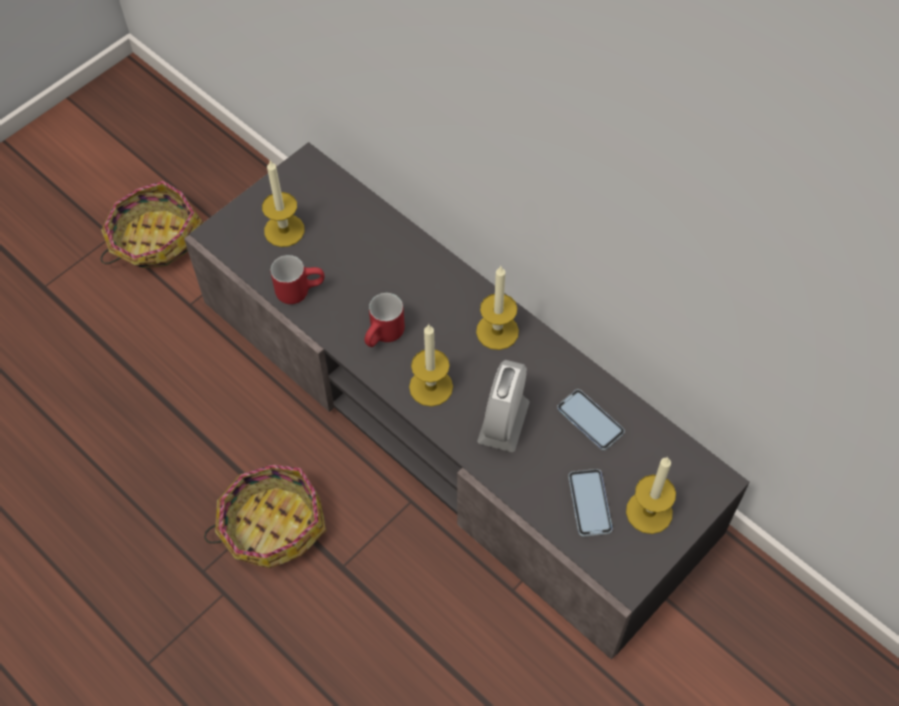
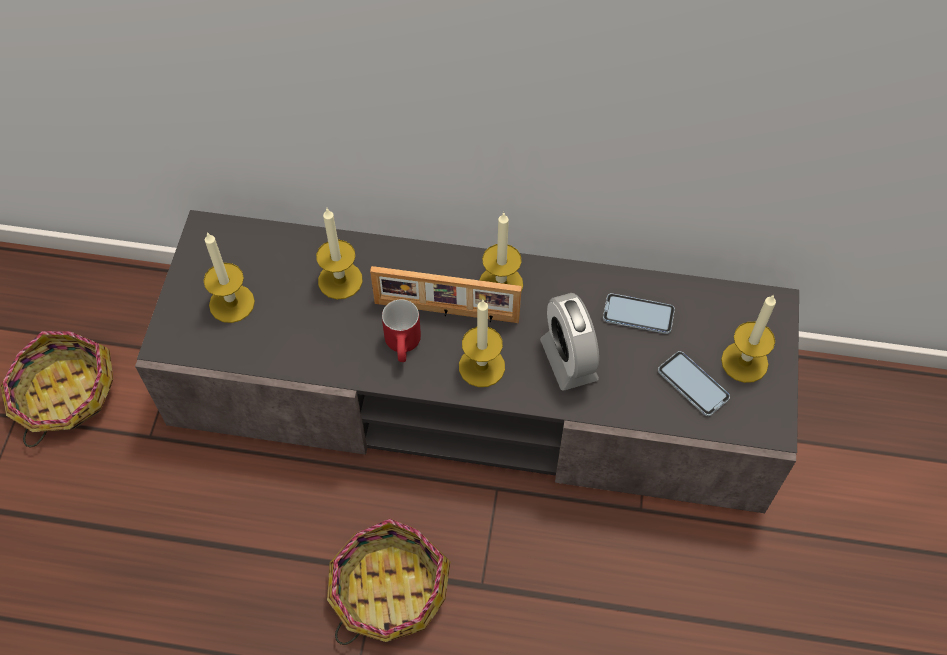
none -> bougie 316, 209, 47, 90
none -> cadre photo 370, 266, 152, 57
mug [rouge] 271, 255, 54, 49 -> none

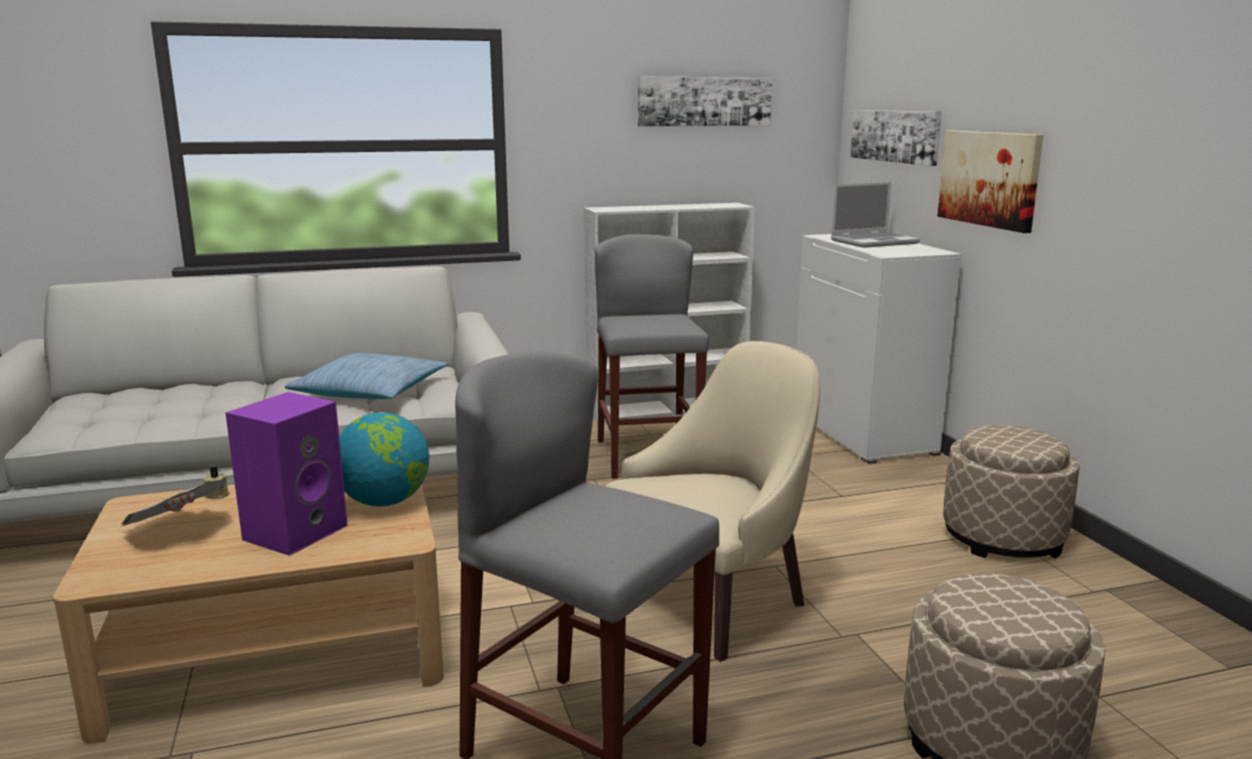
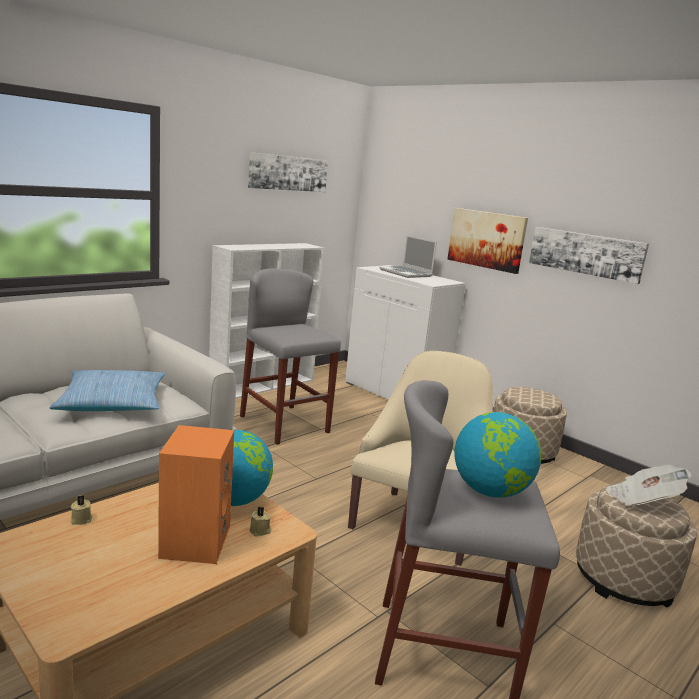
enceinte [violet] 225, 392, 123, 164 -> enceinte [orange] 158, 425, 76, 139
none -> bougie [beige] 249, 506, 22, 31
ordinateur portable 831, 182, 89, 66 -> ordinateur portable 379, 235, 58, 43, 105 degrees clockwise
none -> globe 454, 412, 87, 86
tableau 850, 110, 92, 56 -> tableau 529, 227, 120, 57, relocated
journal 121, 479, 106, 47 -> journal 606, 465, 86, 41, relocated

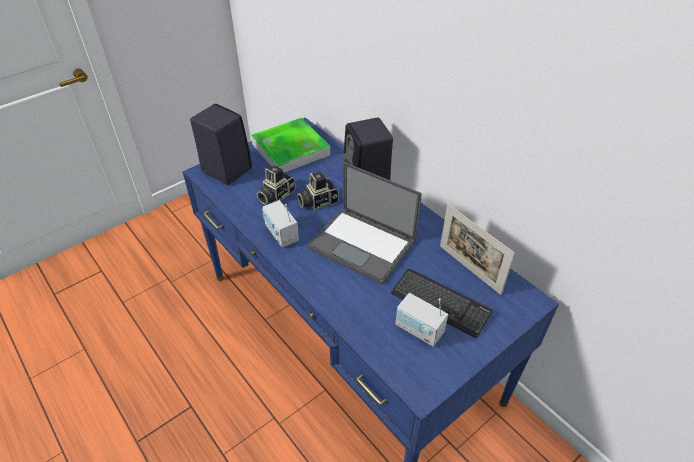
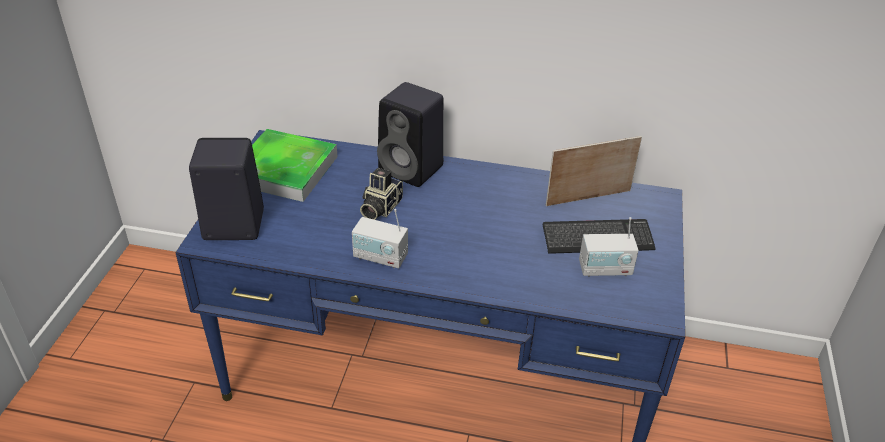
cadre photo 440, 204, 75, 91 -> cadre photo 546, 136, 96, 70, 150 degrees clockwise
appareil photo 257, 165, 38, 39 -> none
ordinateur portable 307, 162, 115, 122 -> none

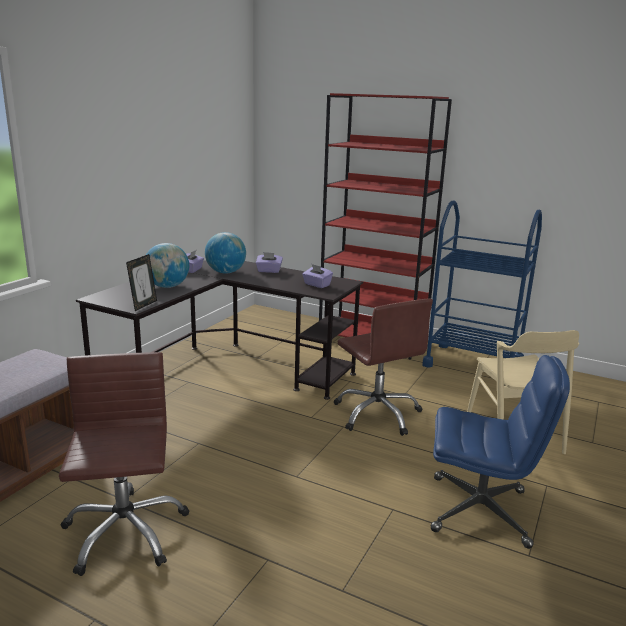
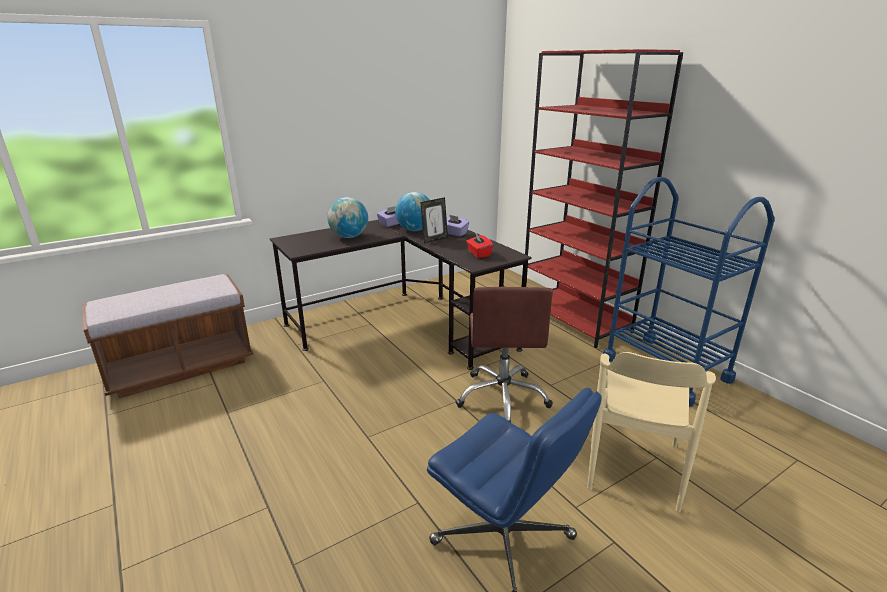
cadre photo 126, 254, 31, 57 -> cadre photo 420, 197, 28, 47, relocated
boîte à mouchoirs [violet] 302, 264, 31, 24 -> boîte à mouchoirs [rouge] 466, 233, 27, 25
chaise de bureau [marron] 59, 352, 130, 224 -> none

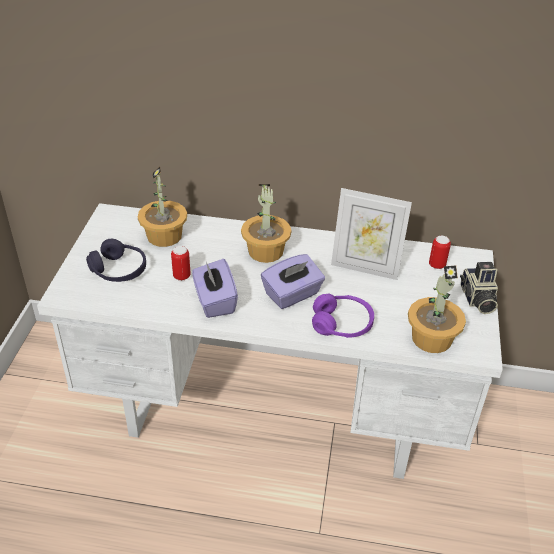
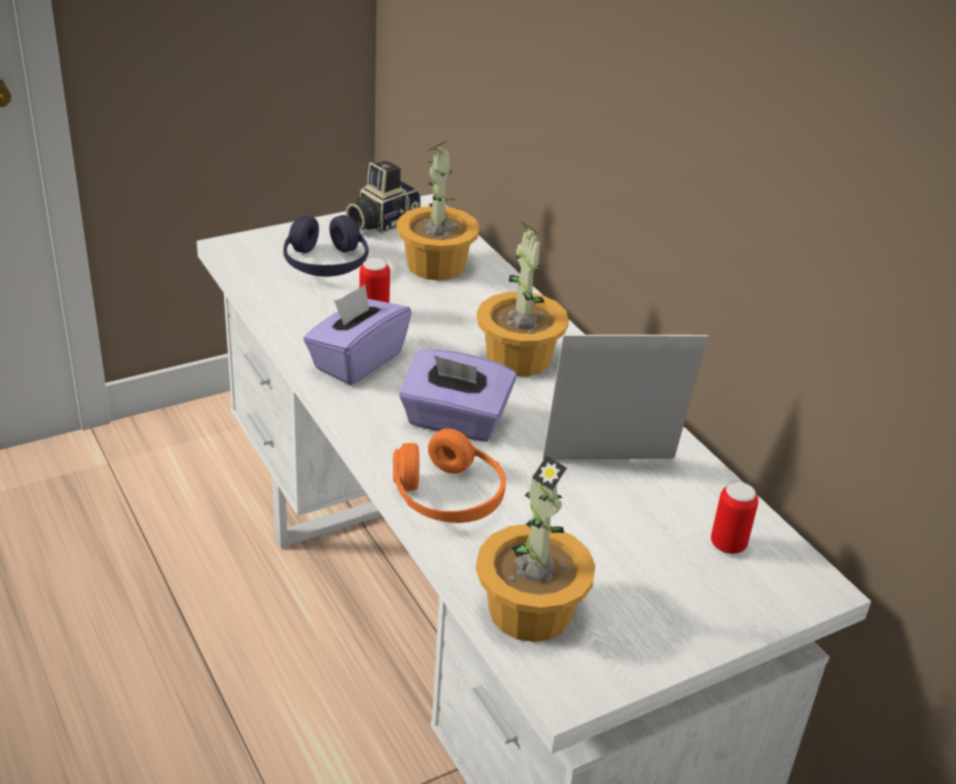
appareil photo 460, 262, 38, 52 -> appareil photo 346, 161, 75, 73, relocated
casque audio [violet] 312, 294, 62, 44 -> casque audio [orange] 393, 429, 113, 94
cadre photo 331, 188, 81, 92 -> cadre photo 543, 335, 165, 125, 105 degrees clockwise

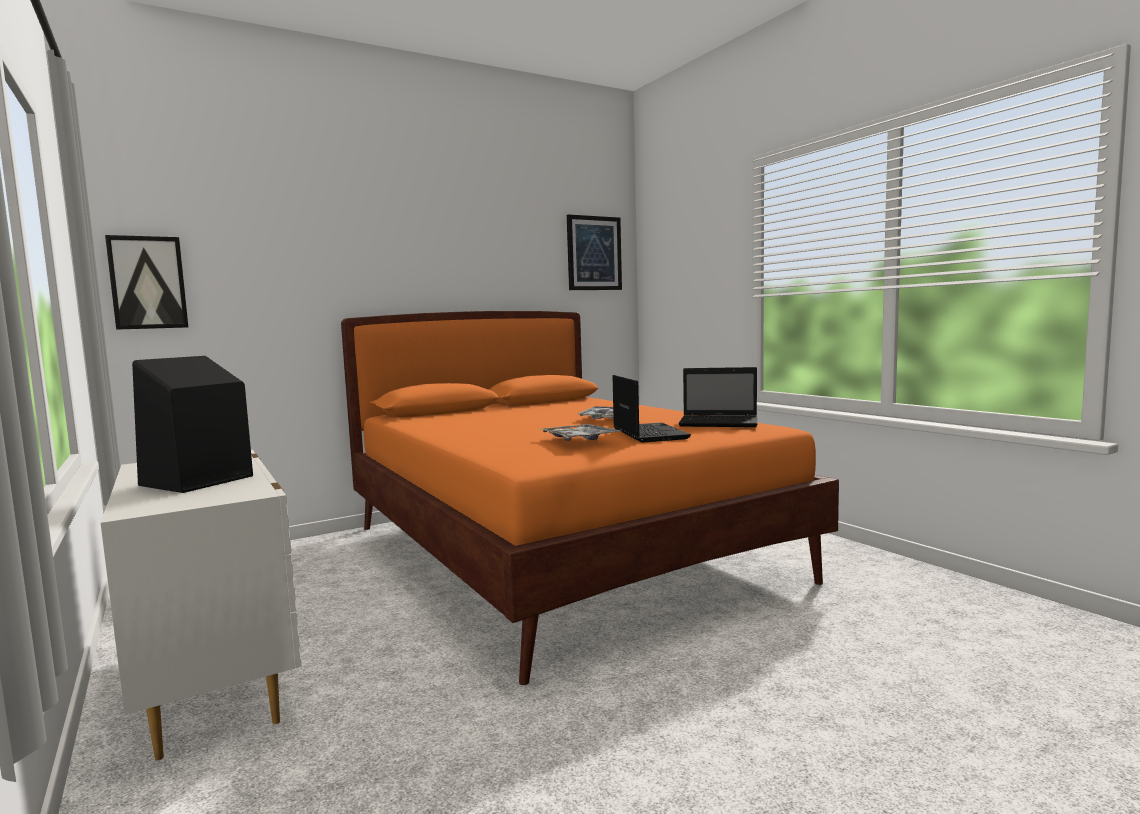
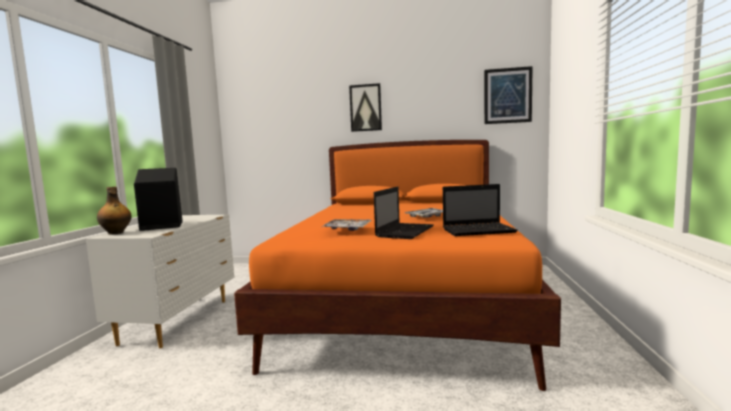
none -> bouteille 97, 186, 35, 49
tableau 105, 235, 83, 95 -> tableau 349, 83, 33, 49, relocated
ordinateur portable 679, 367, 78, 60 -> ordinateur portable 443, 184, 75, 52, 60 degrees counterclockwise

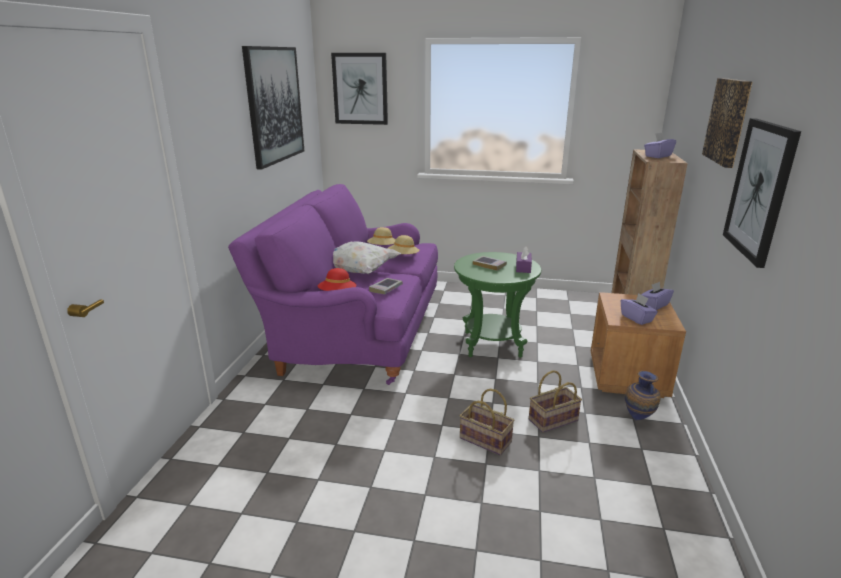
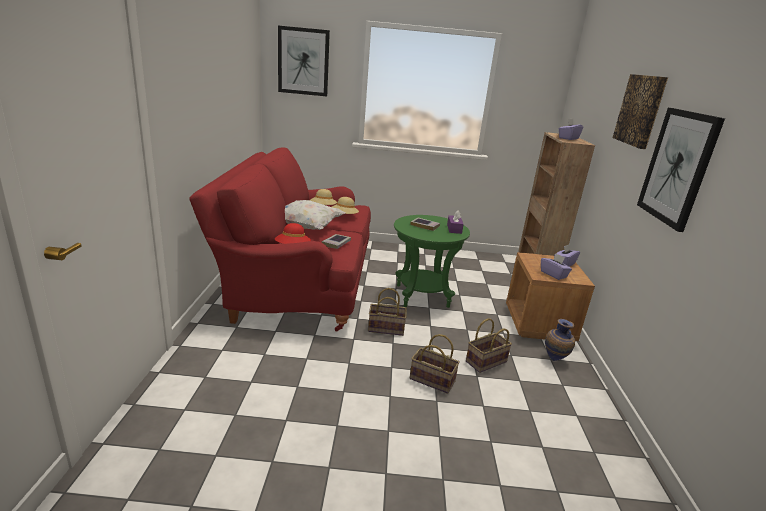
canapé [violet] 228, 184, 210, 201 -> canapé [rouge] 189, 147, 182, 185
none -> panier 368, 288, 39, 48
tableau 242, 46, 62, 124 -> none

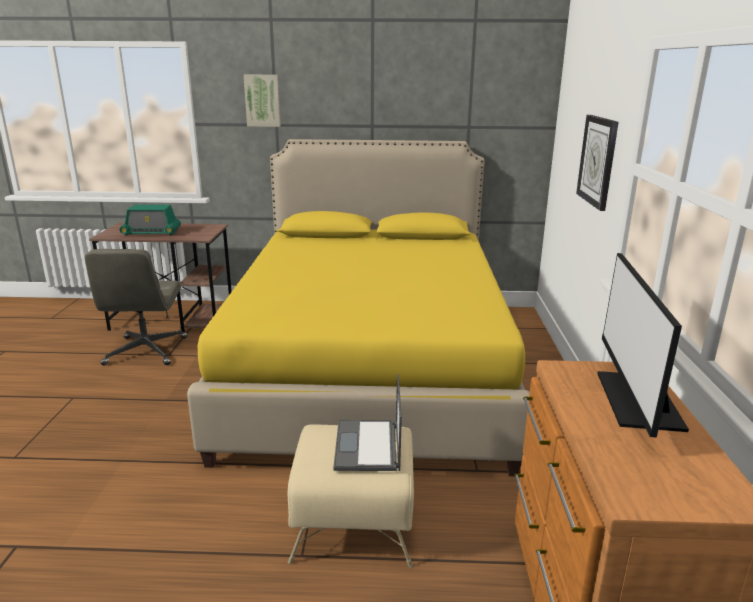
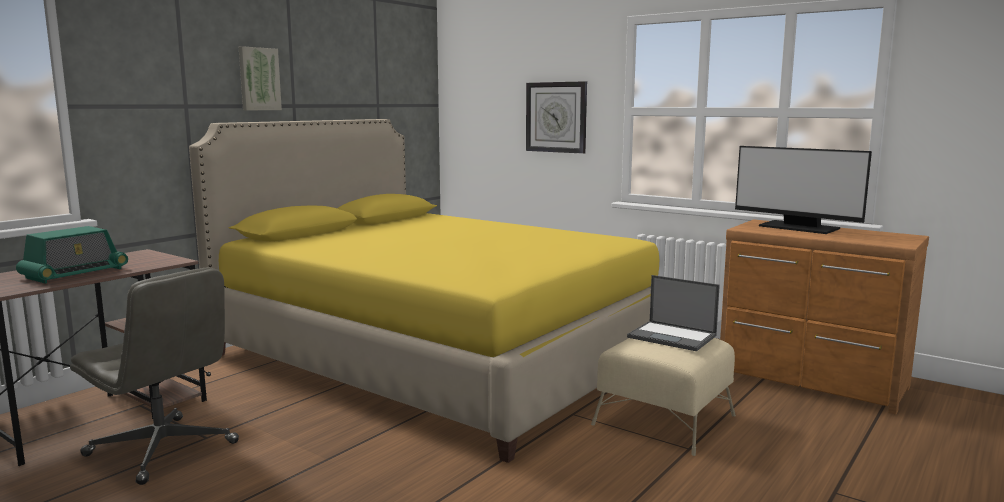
tableau 244, 75, 37, 52 -> tableau 239, 46, 43, 64, relocated

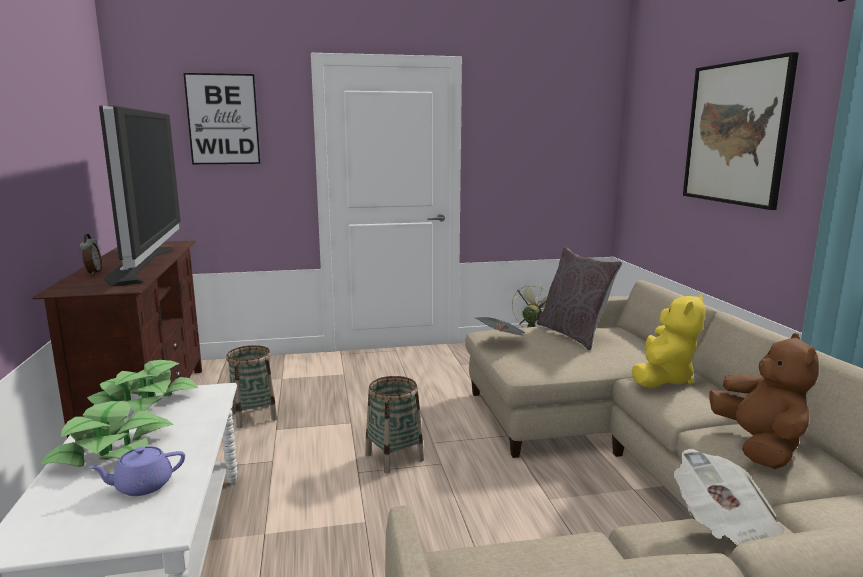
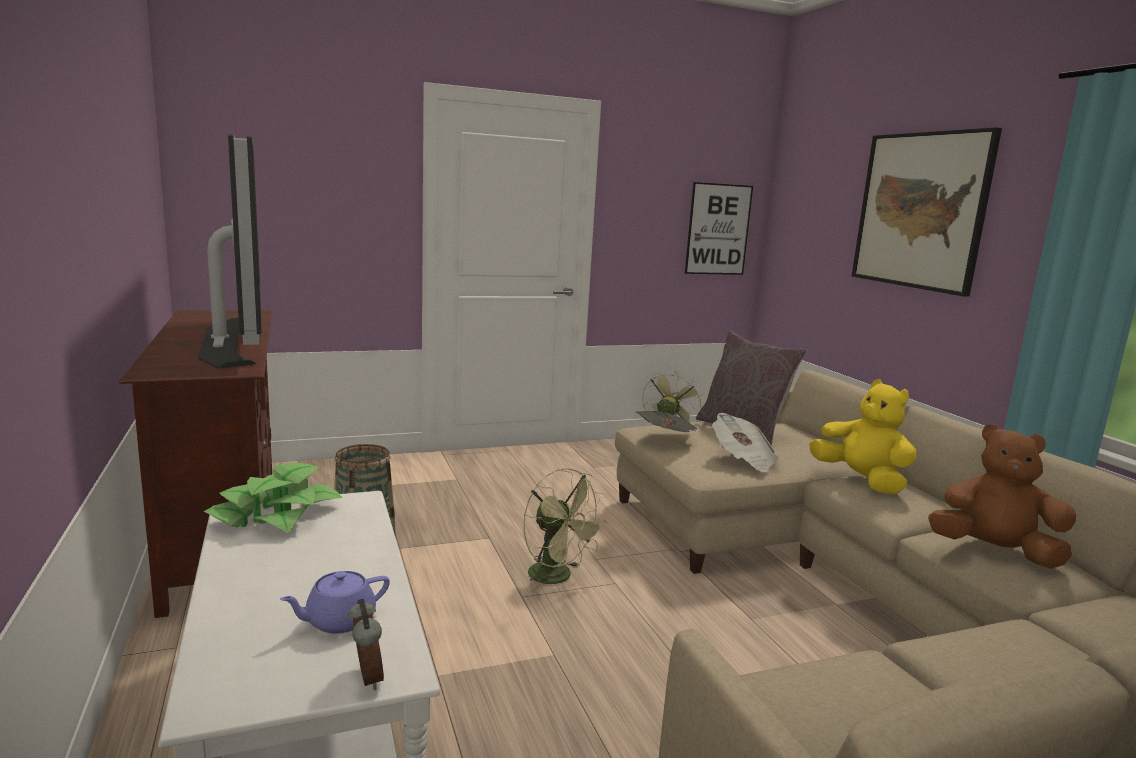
réveil 79, 234, 23, 41 -> réveil 348, 599, 36, 91, relocated
panier 365, 376, 59, 98 -> ventilateur [vert] 523, 468, 84, 125
tableau 184, 73, 76, 91 -> tableau 685, 182, 68, 93, relocated
journal 674, 449, 111, 96 -> journal 712, 413, 66, 59, relocated
peluche [jaune] 631, 294, 75, 94 -> peluche [jaune] 809, 379, 107, 115, 60 degrees counterclockwise
peluche [marron] 709, 333, 110, 136 -> peluche [marron] 928, 424, 148, 145, 60 degrees counterclockwise
plante en pot 40, 401, 134, 66 -> none

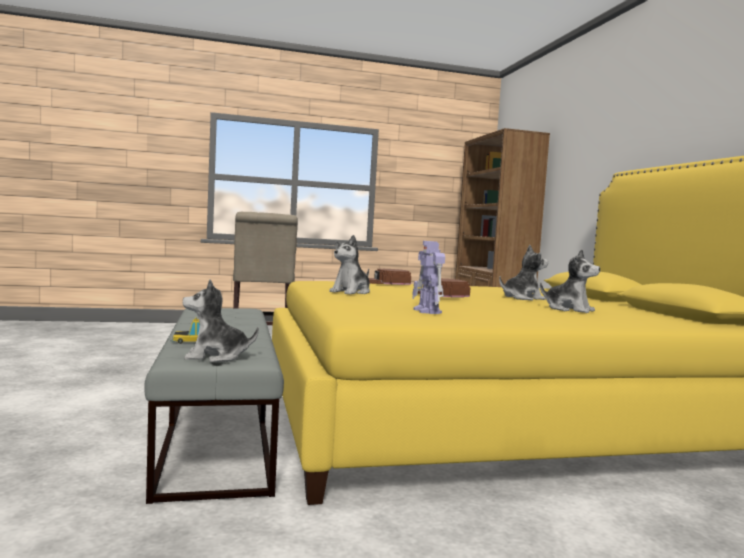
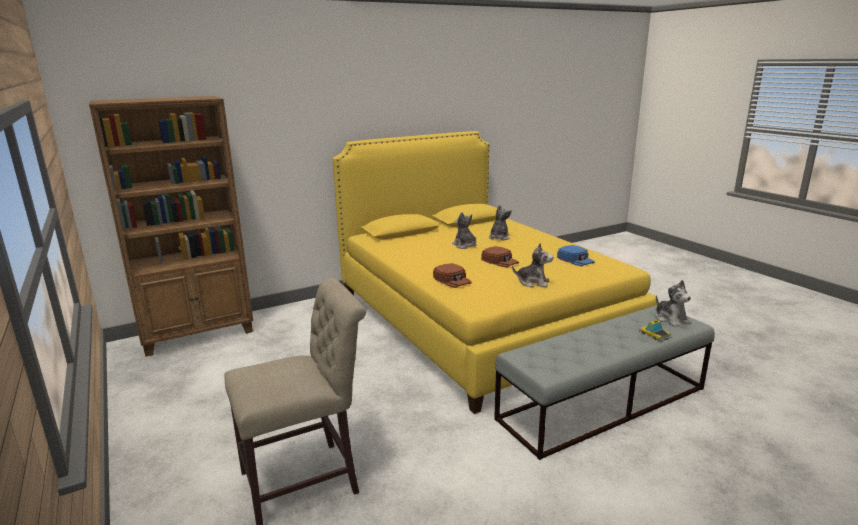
robot jouet 412, 241, 33, 73 -> casquette [bleu] 557, 245, 38, 21

